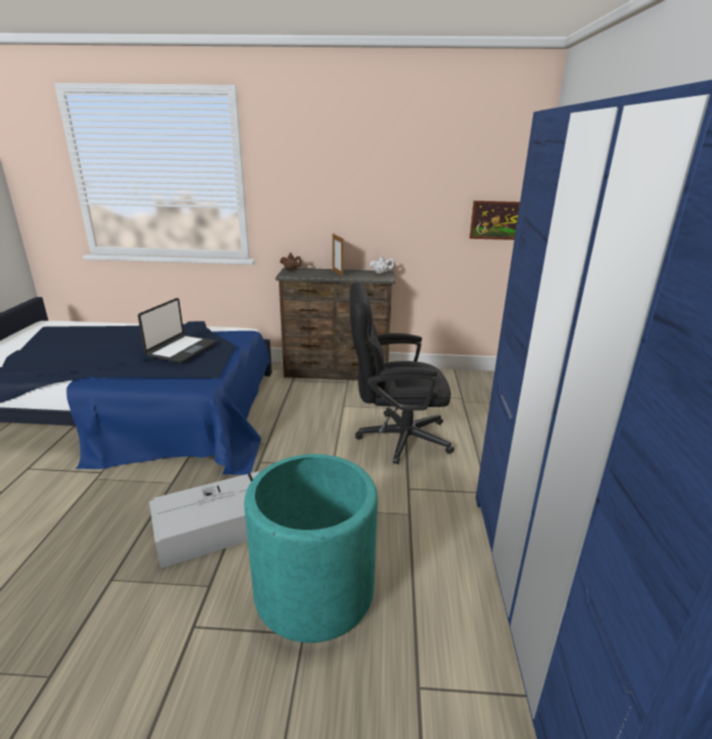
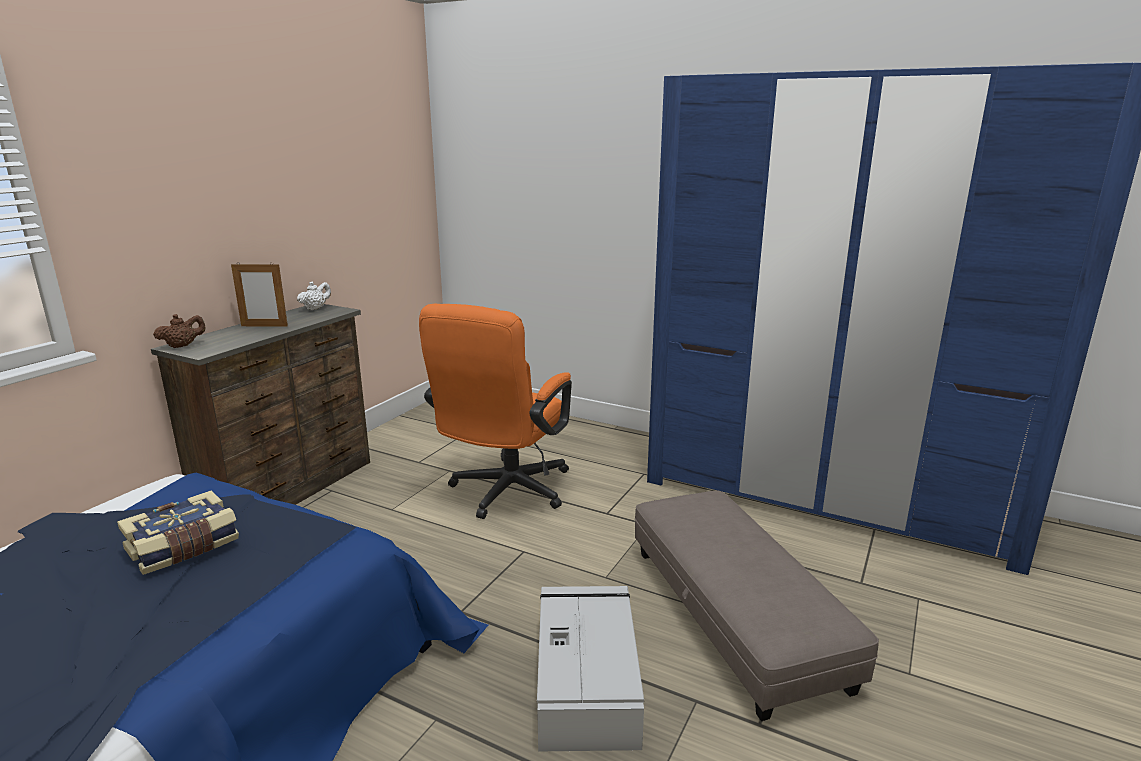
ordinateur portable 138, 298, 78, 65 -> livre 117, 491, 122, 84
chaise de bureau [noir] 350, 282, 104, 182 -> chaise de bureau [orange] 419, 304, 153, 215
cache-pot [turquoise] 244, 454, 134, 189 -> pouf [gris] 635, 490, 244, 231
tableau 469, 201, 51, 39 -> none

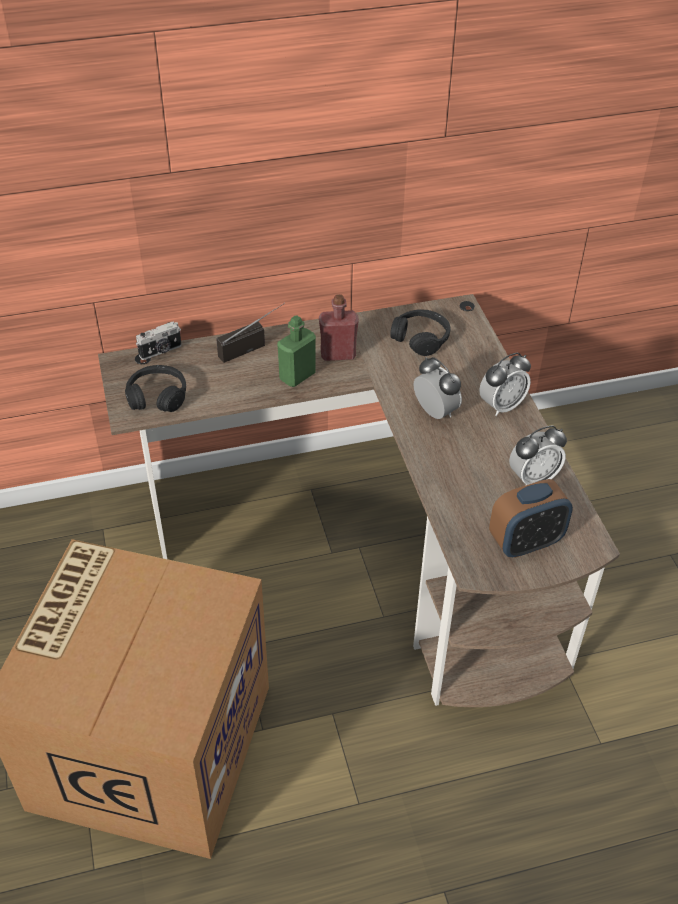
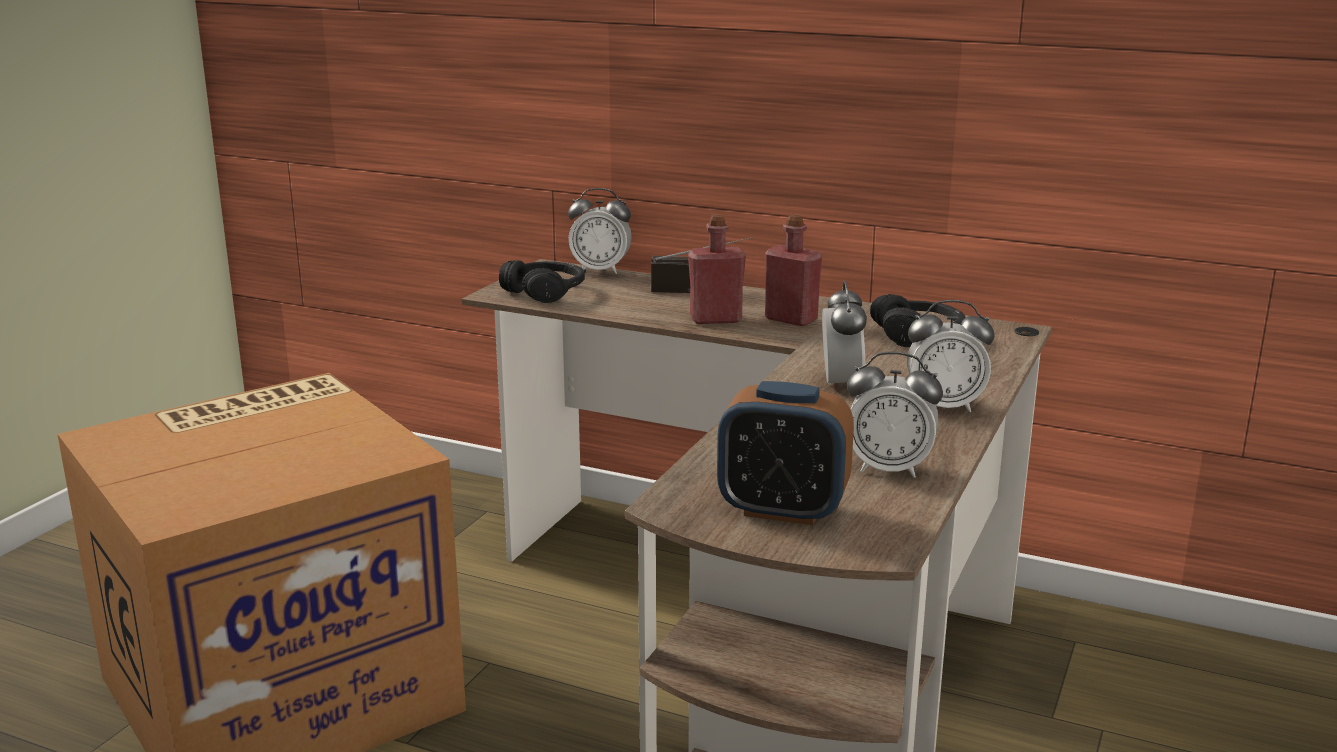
appareil photo 136, 321, 45, 39 -> réveil 568, 188, 64, 86
bouteille [vert] 277, 316, 39, 71 -> bouteille [rouge] 688, 214, 58, 110

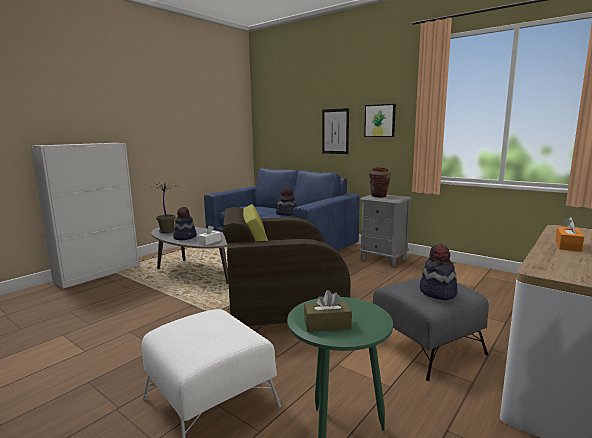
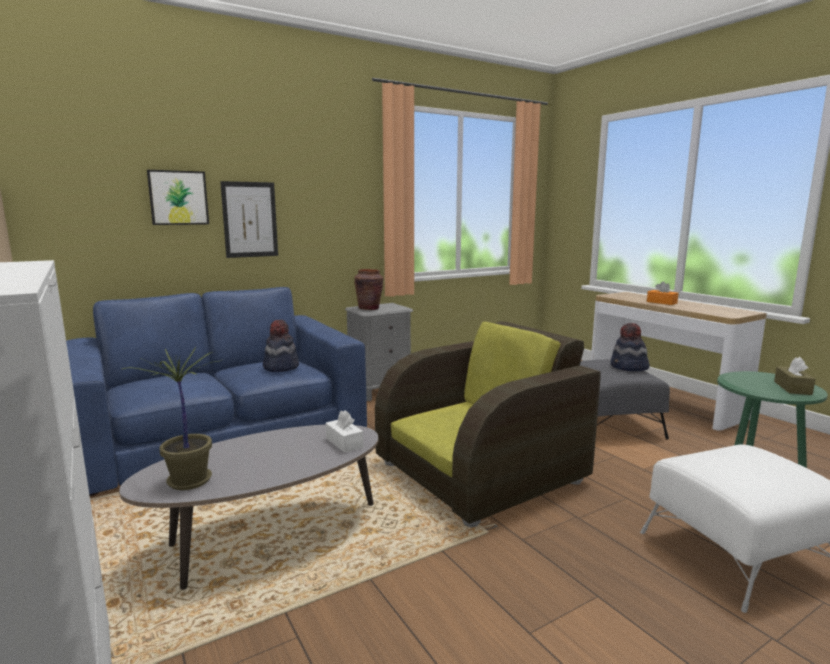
tableau 364, 104, 32, 33 -> tableau 147, 170, 62, 55, relocated
fauteuil [marron] 223, 204, 128, 122 -> fauteuil [marron] 375, 321, 226, 206, 135 degrees counterclockwise
chapeau 173, 207, 24, 33 -> none

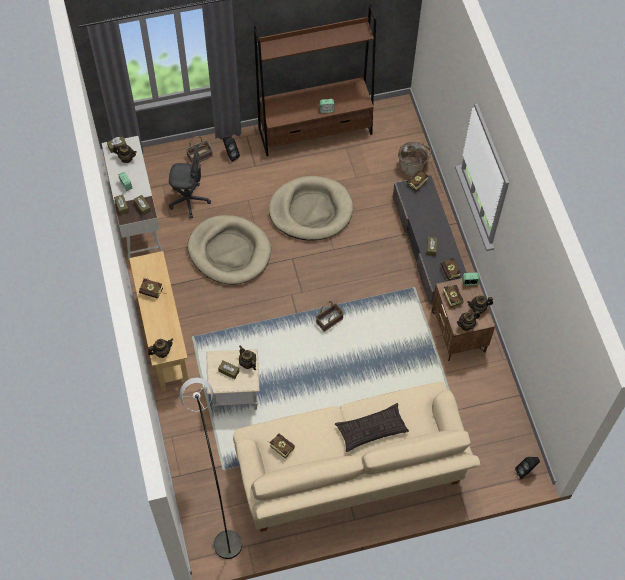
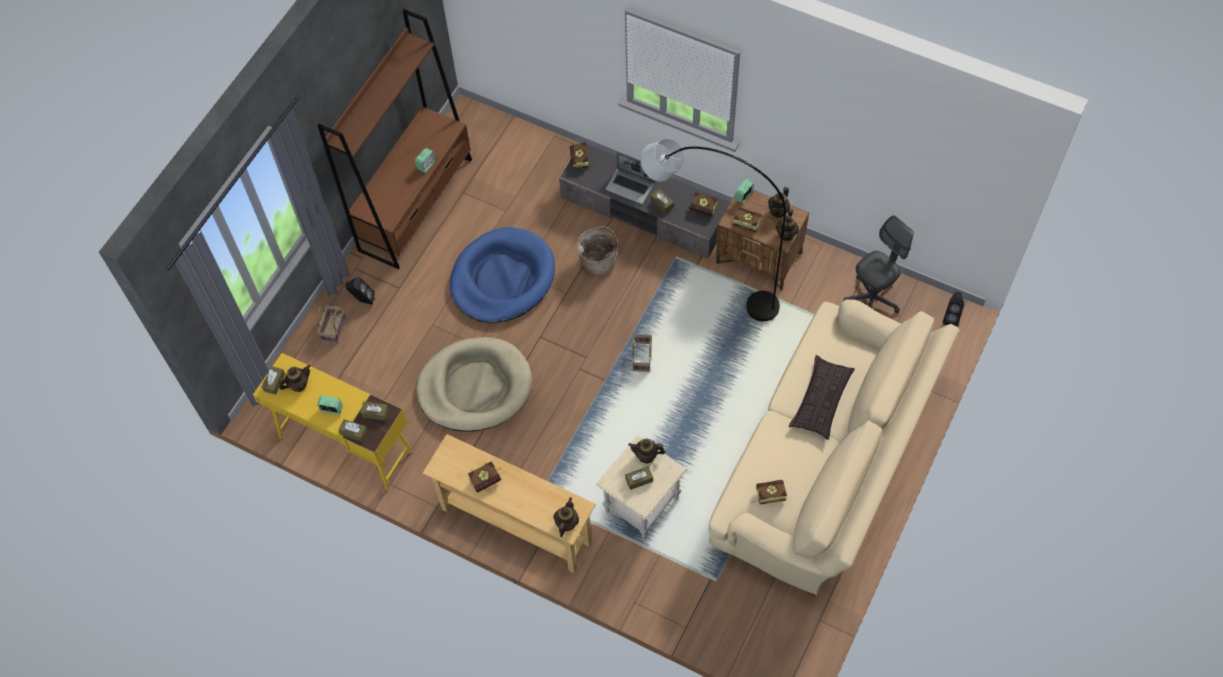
bureau [blanc] 102, 136, 60, 124 -> bureau [jaune] 253, 353, 160, 138
panier pour chien [beige] 269, 176, 84, 65 -> panier pour chien [bleu] 450, 227, 105, 96
panier 398, 141, 33, 35 -> panier 576, 226, 42, 49, relocated
none -> ordinateur portable 605, 152, 50, 52
lampadaire [gris] 180, 378, 62, 181 -> lampadaire [gris] 641, 139, 145, 183, relocated
chaise de bureau [gris] 169, 144, 42, 75 -> chaise de bureau [gris] 844, 215, 69, 98, relocated

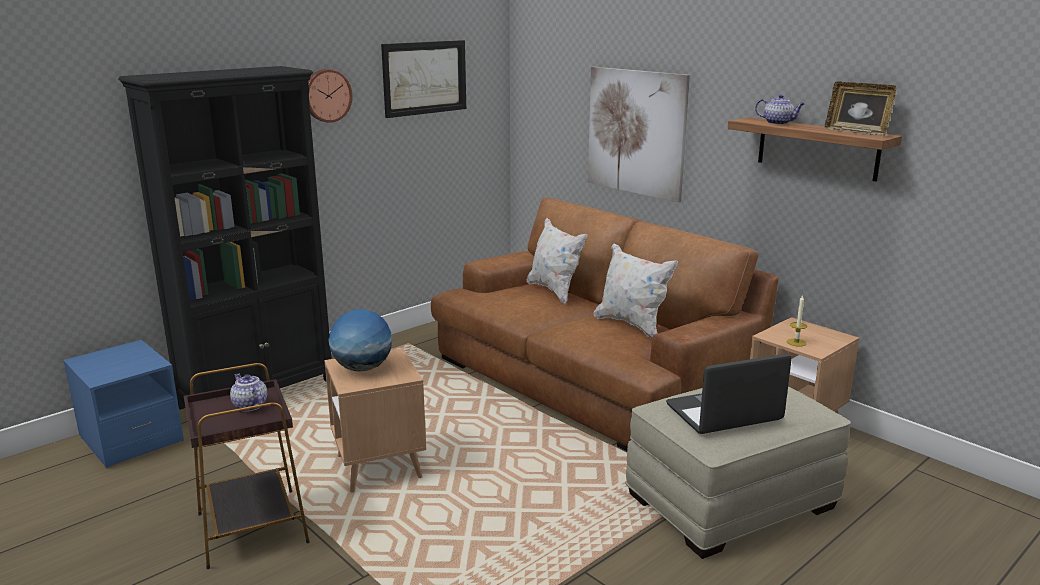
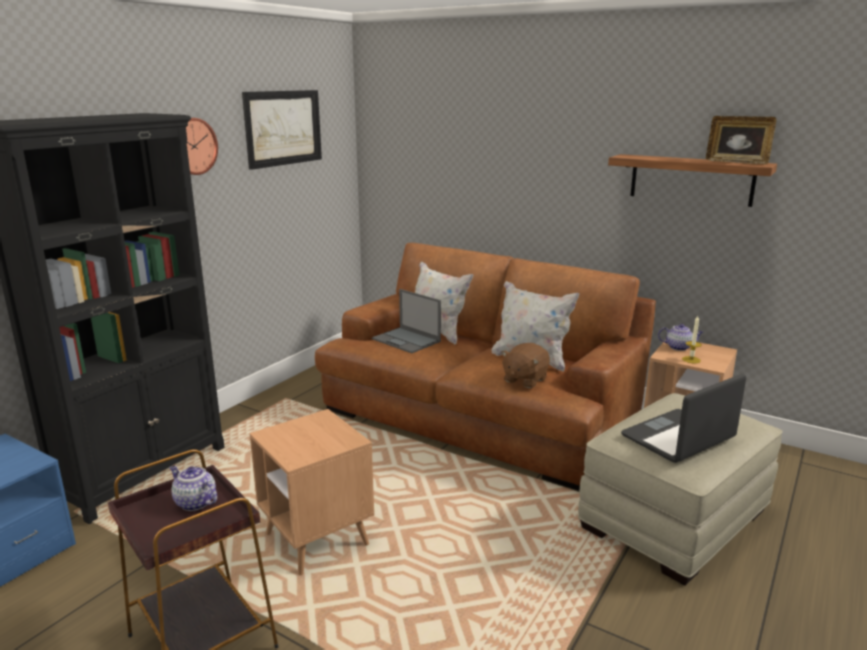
none -> ordinateur portable 372, 289, 69, 64
none -> peluche [marron] 501, 343, 49, 45
théière 755, 95, 50, 30 -> théière 658, 324, 45, 27, relocated
globe 329, 309, 63, 62 -> none
tableau 588, 67, 102, 135 -> none

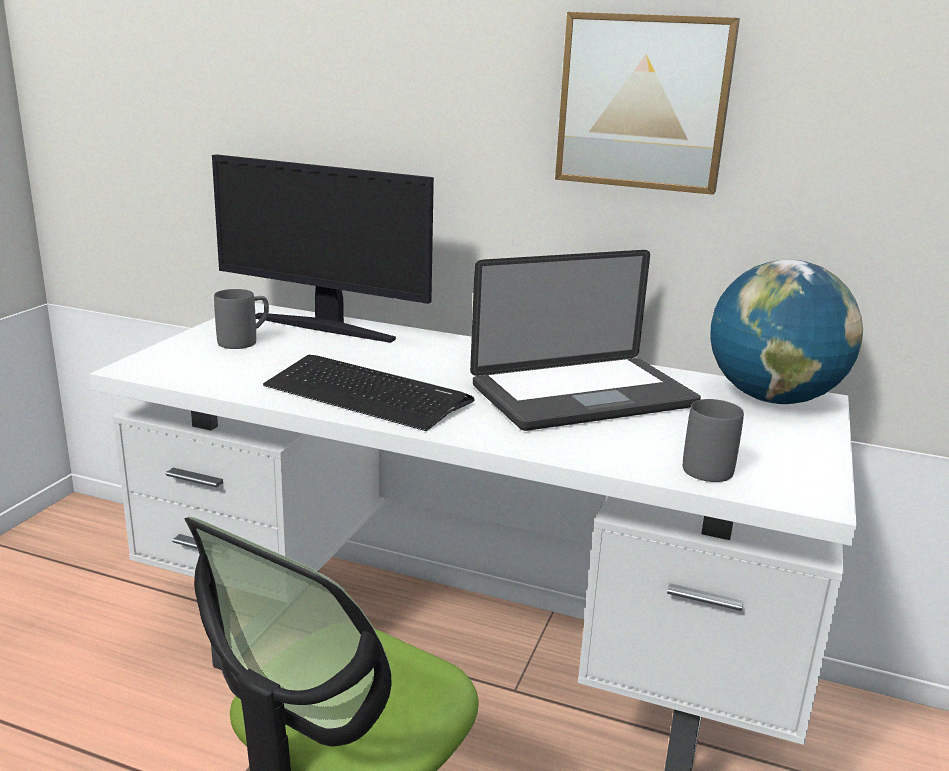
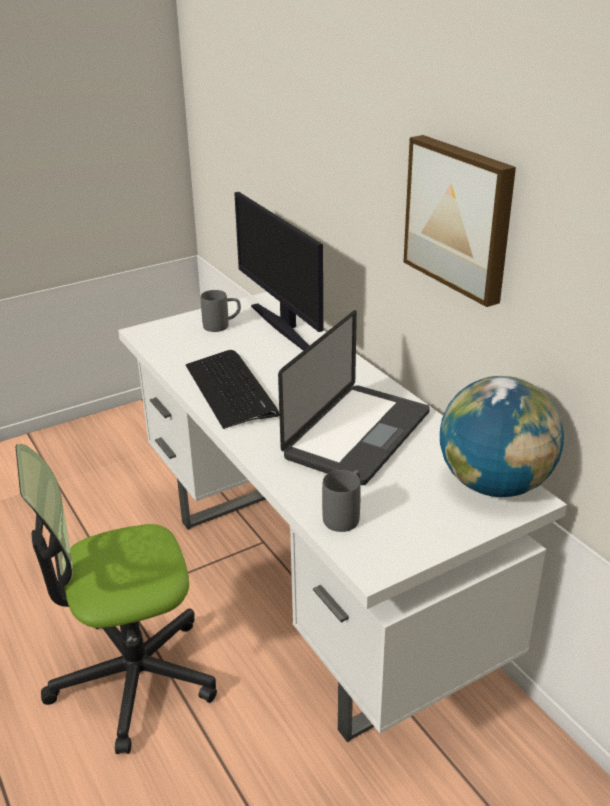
ordinateur portable 470, 250, 231, 181 -> ordinateur portable 278, 310, 152, 175, 75 degrees counterclockwise

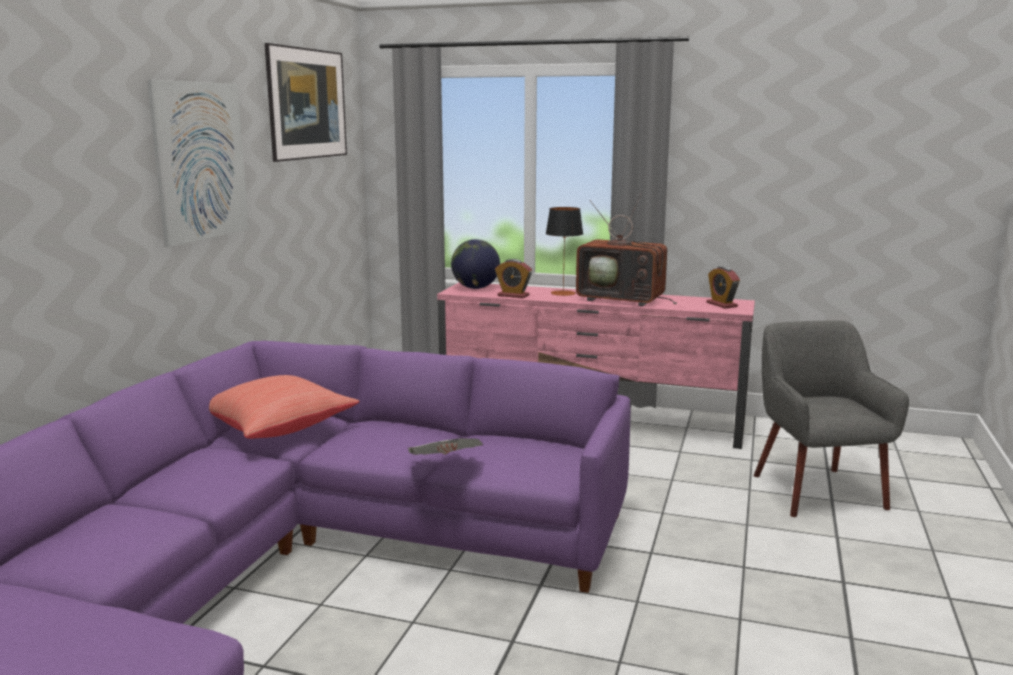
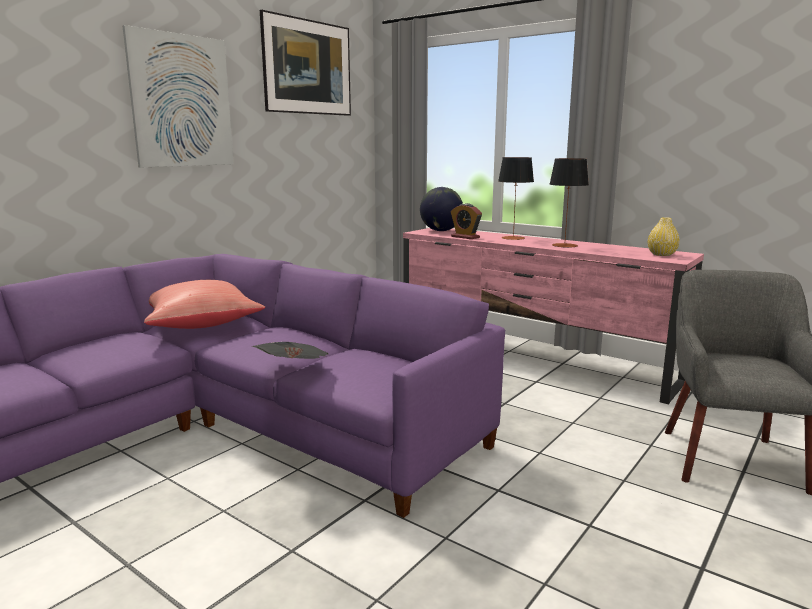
téléviseur 576, 194, 101, 112 -> lampe de table 550, 158, 39, 90
réveil 706, 266, 34, 42 -> vase [jaune] 648, 217, 32, 39

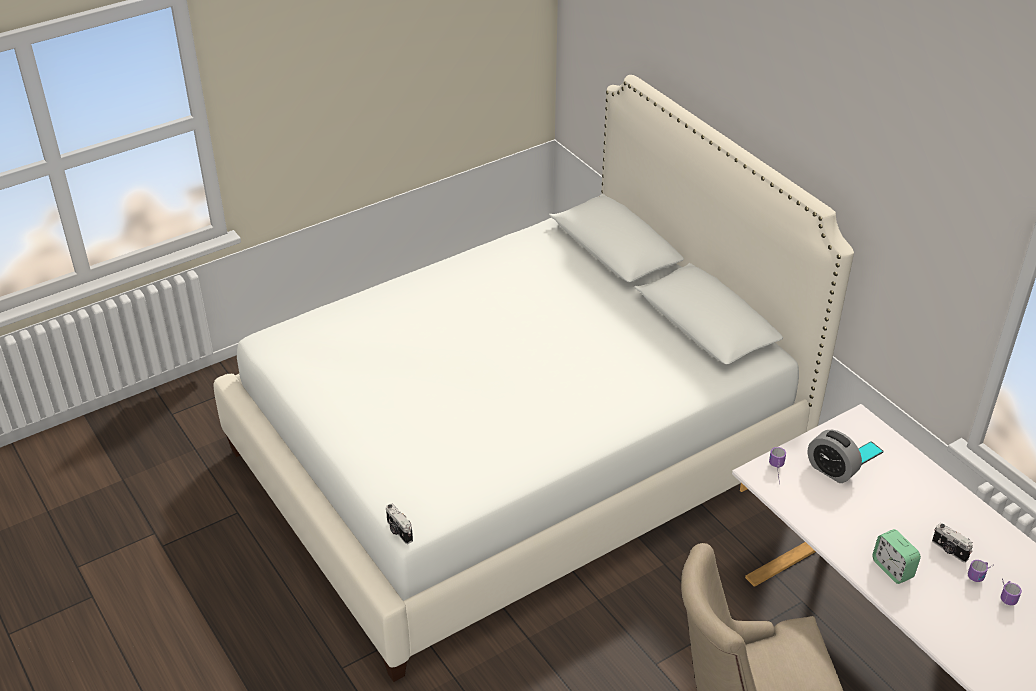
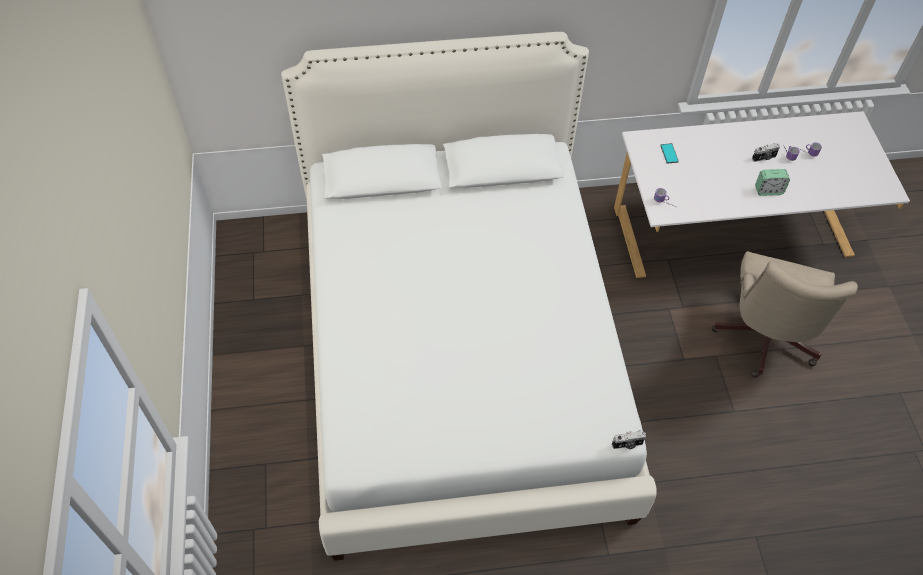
réveil 808, 430, 54, 53 -> none

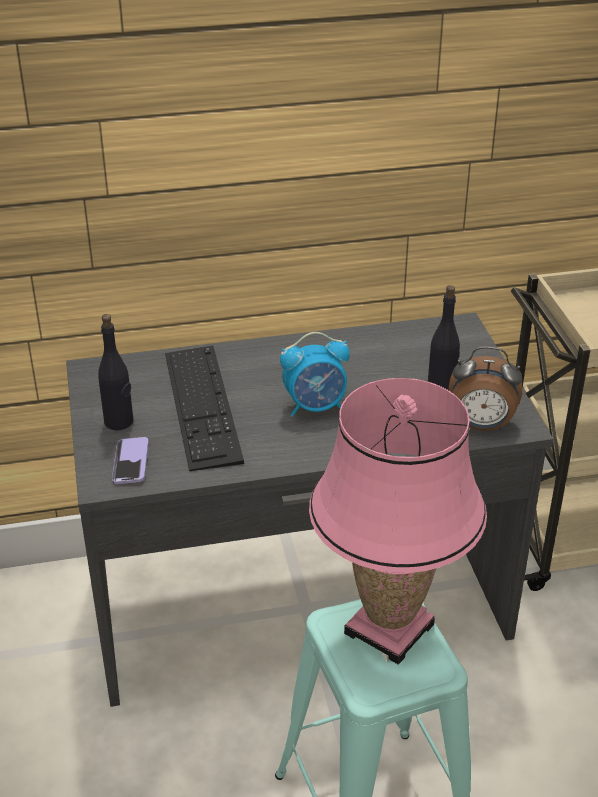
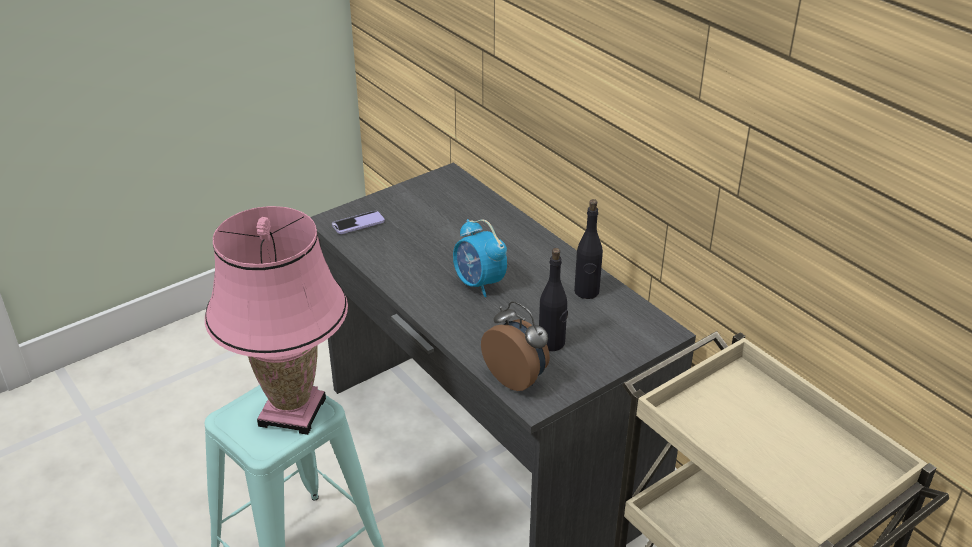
réveil 449, 347, 73, 84 -> réveil 481, 301, 69, 90, 150 degrees clockwise
bouteille [noir] 98, 314, 36, 117 -> bouteille [noir] 574, 199, 29, 100, relocated
clavier 165, 345, 79, 126 -> none

